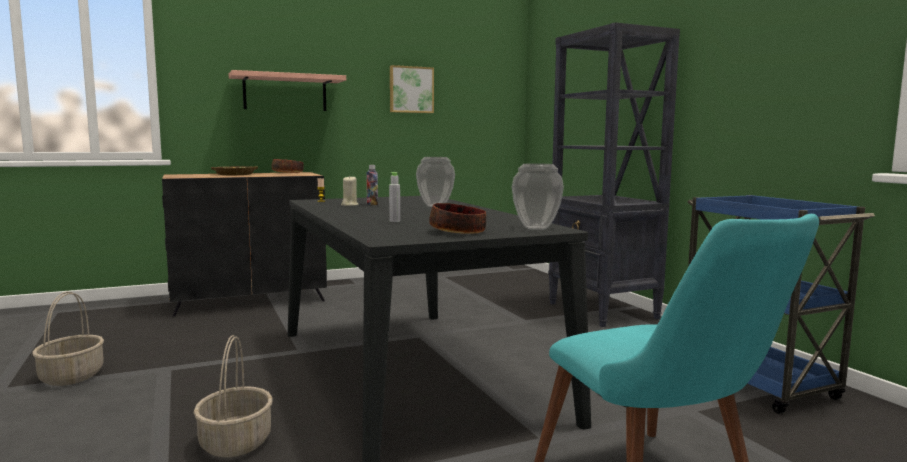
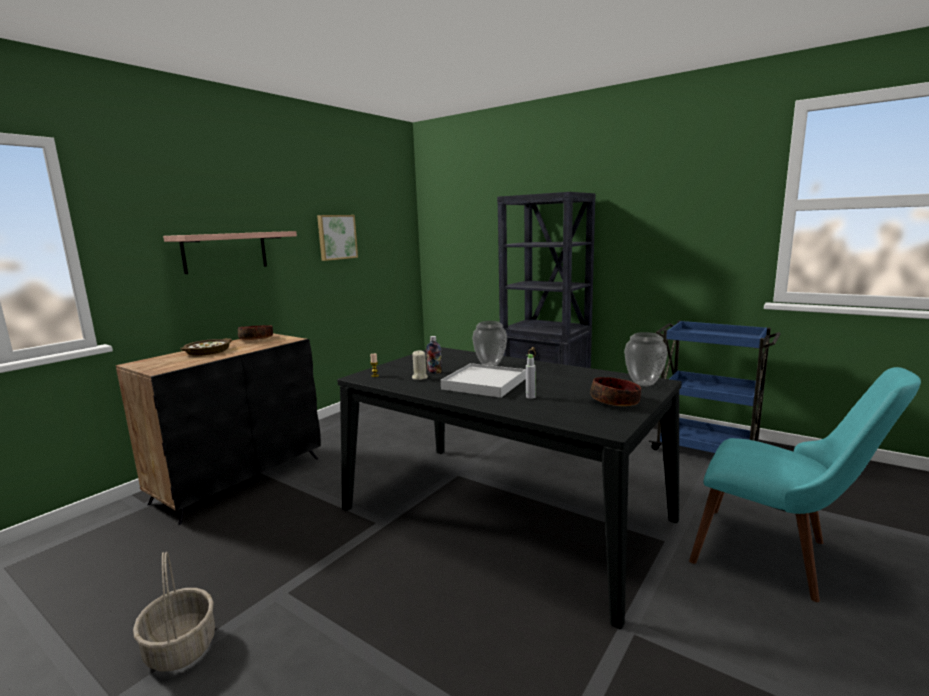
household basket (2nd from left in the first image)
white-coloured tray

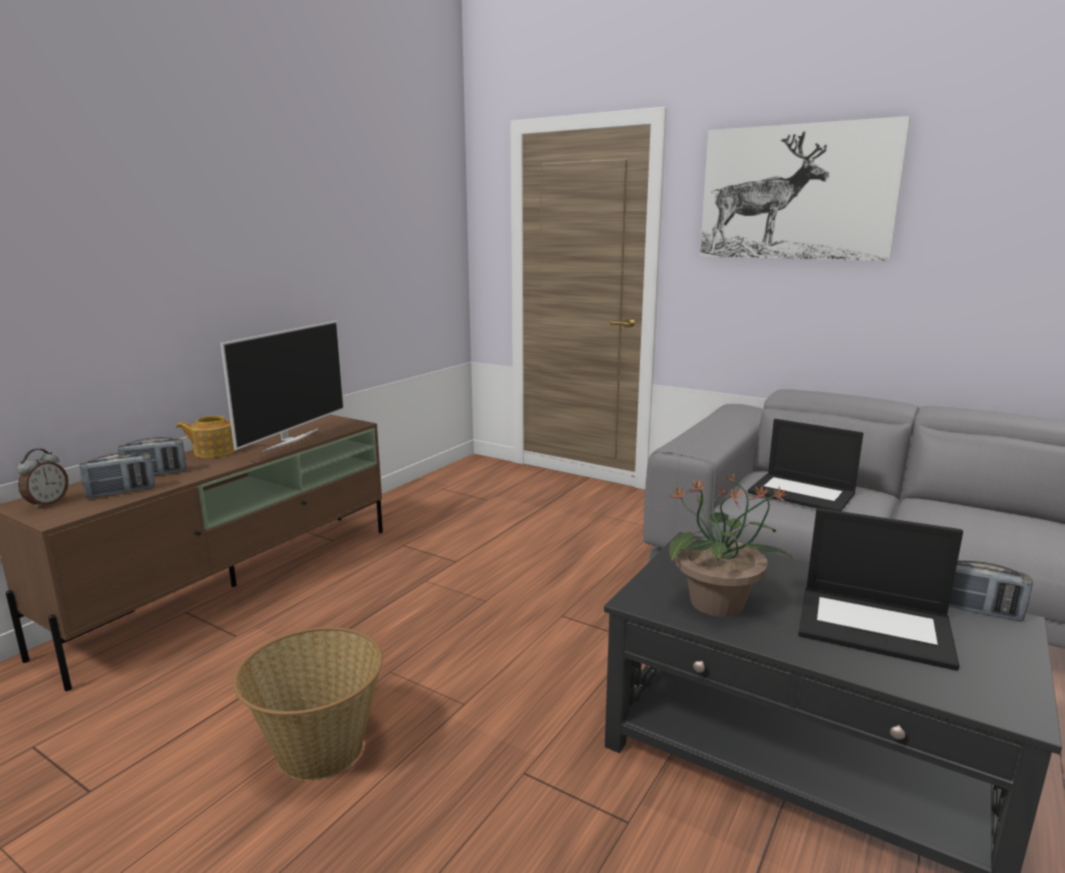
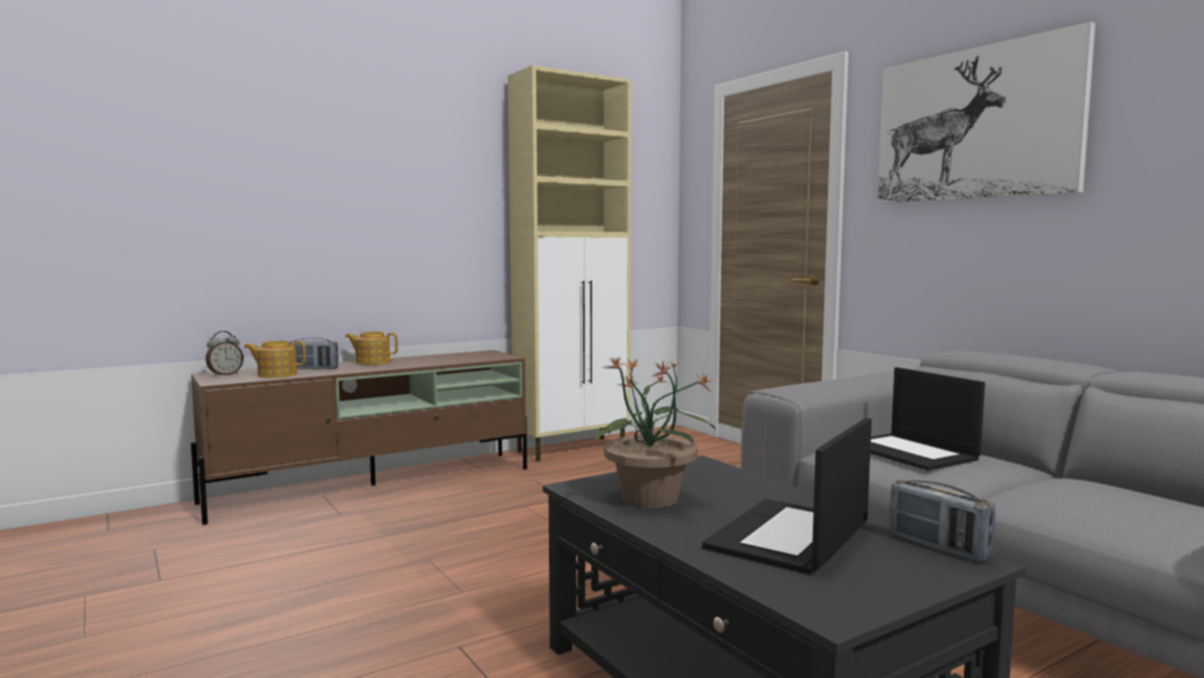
television
pot for tea (1st from left)
laptop (1st from left)
household basket
beige-coloured storage cabinet

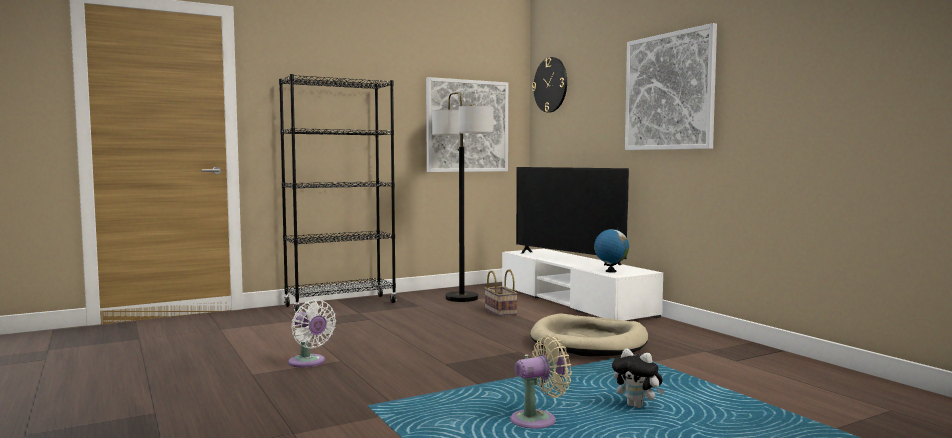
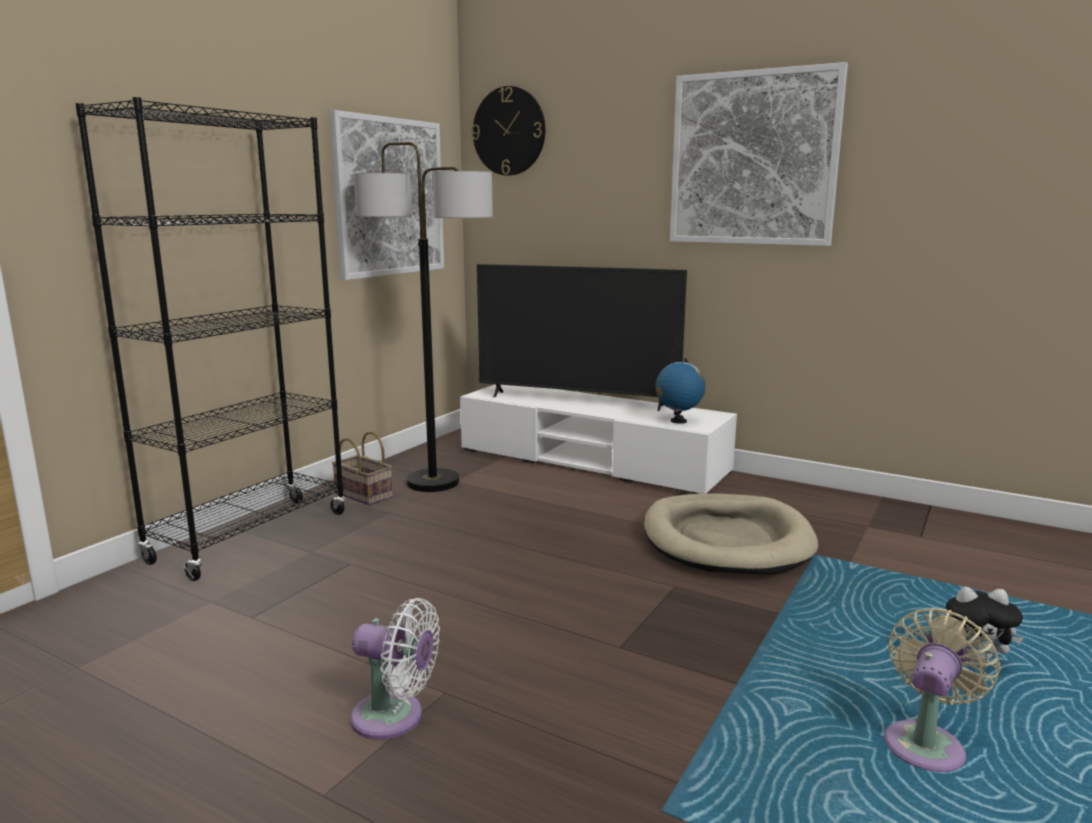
household basket

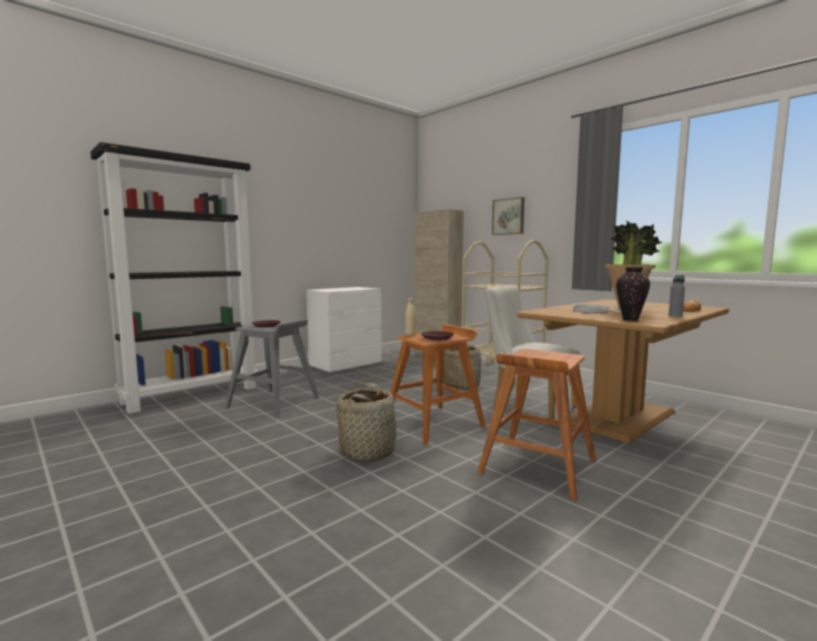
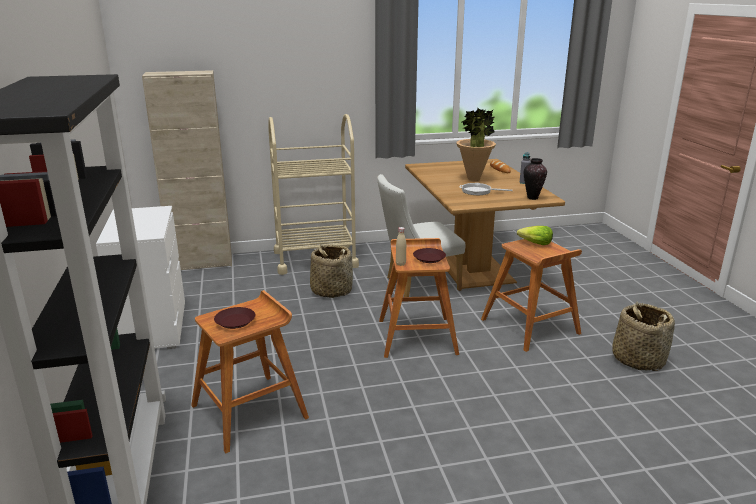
wall art
brown stool (1st from left)
household basket (2nd from left)
lettuce head

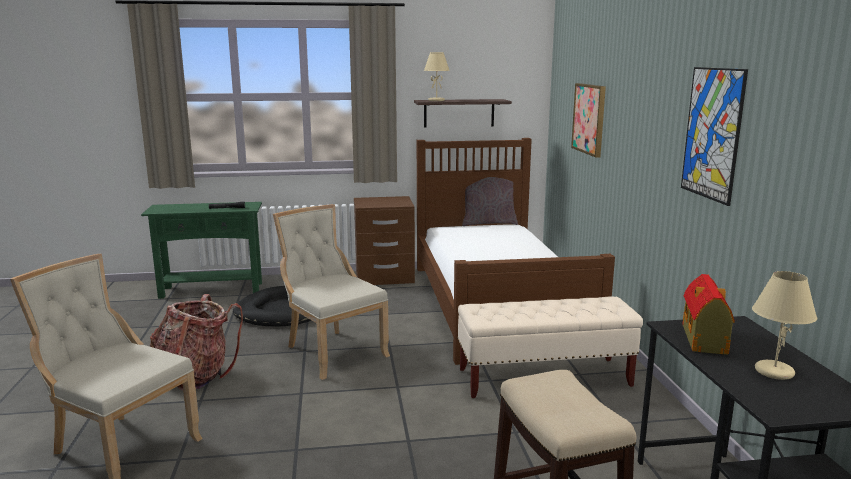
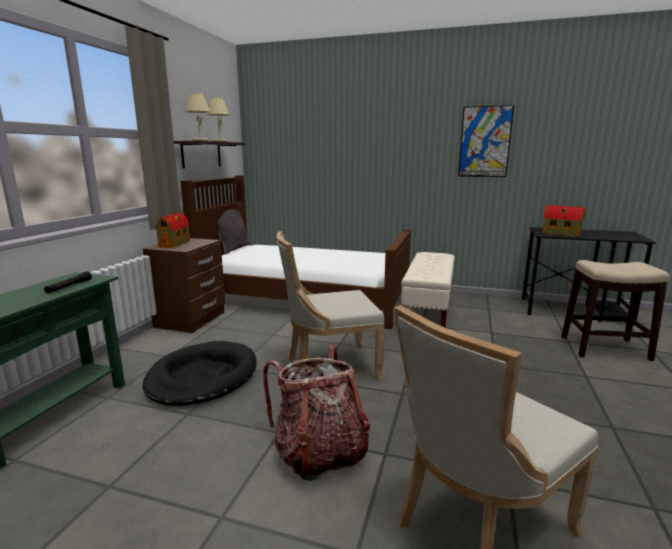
wall art (1st from left in the first image)
beige-coloured lamp for a table (2nd from left)
miniature house (1st from left)

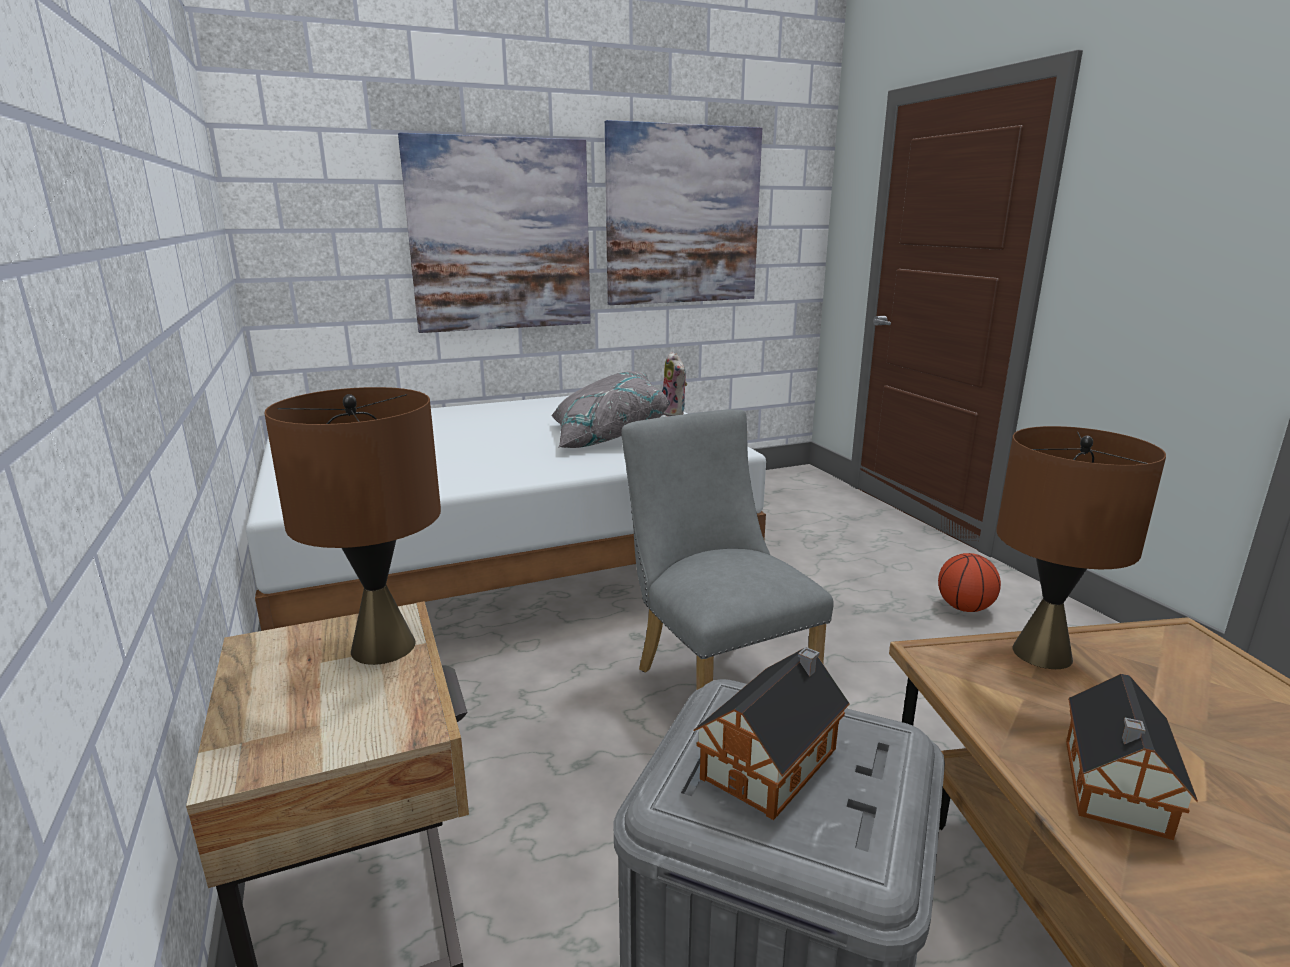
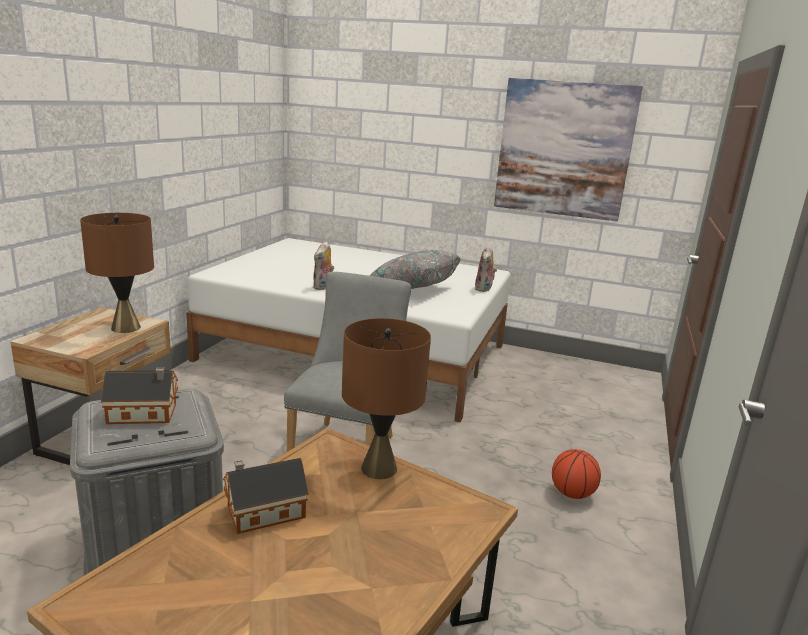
wall art (1st from left in the first image)
cuddly toy (1st from left)

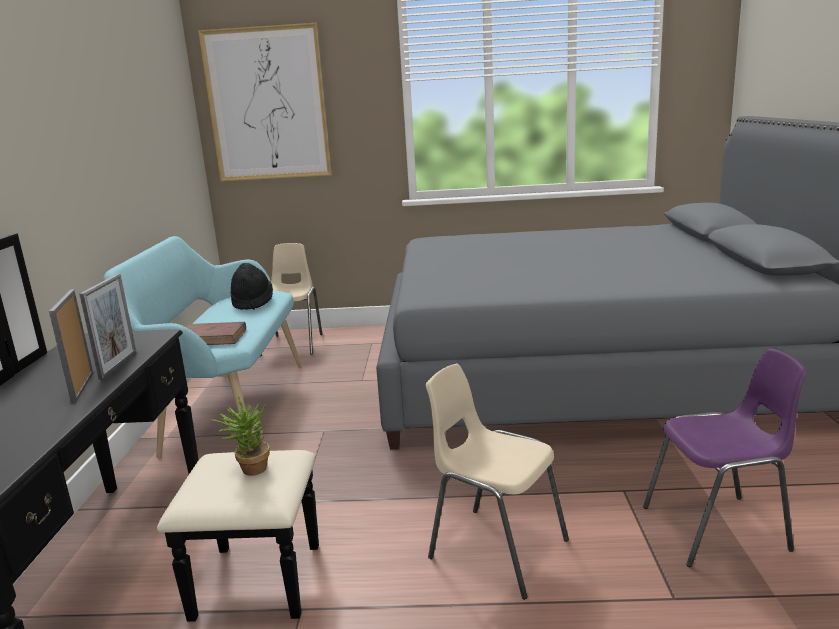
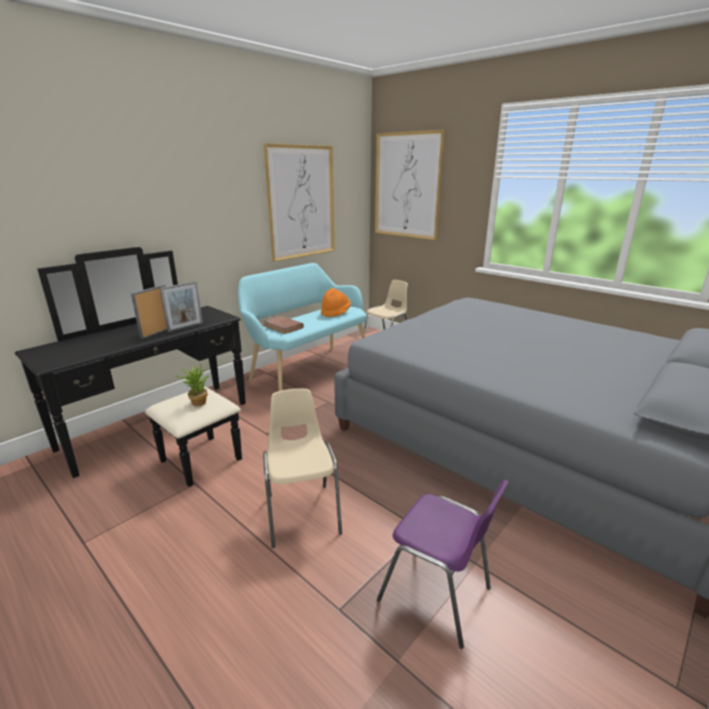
orange clothing hat
wall art (1st from left)

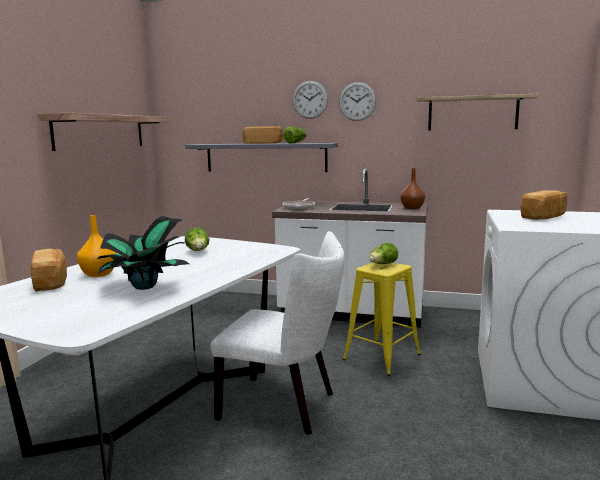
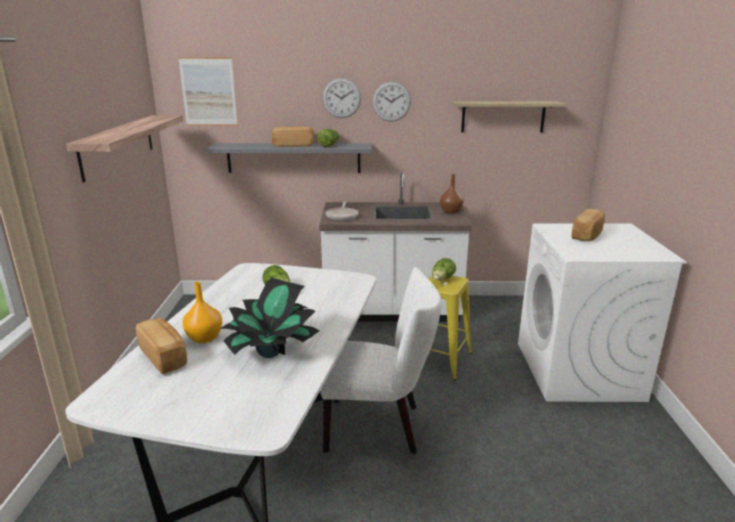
wall art

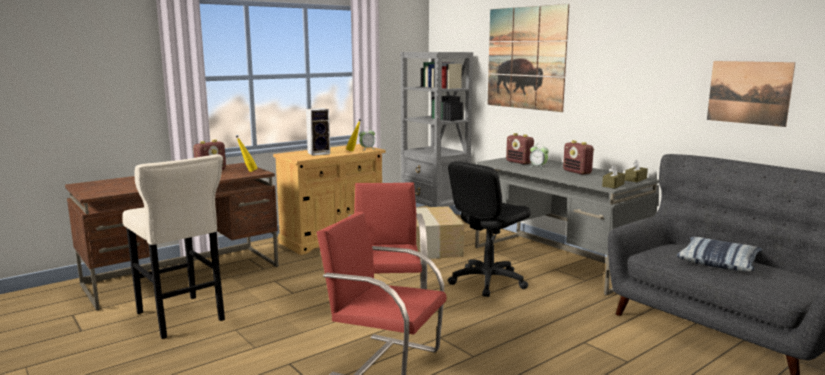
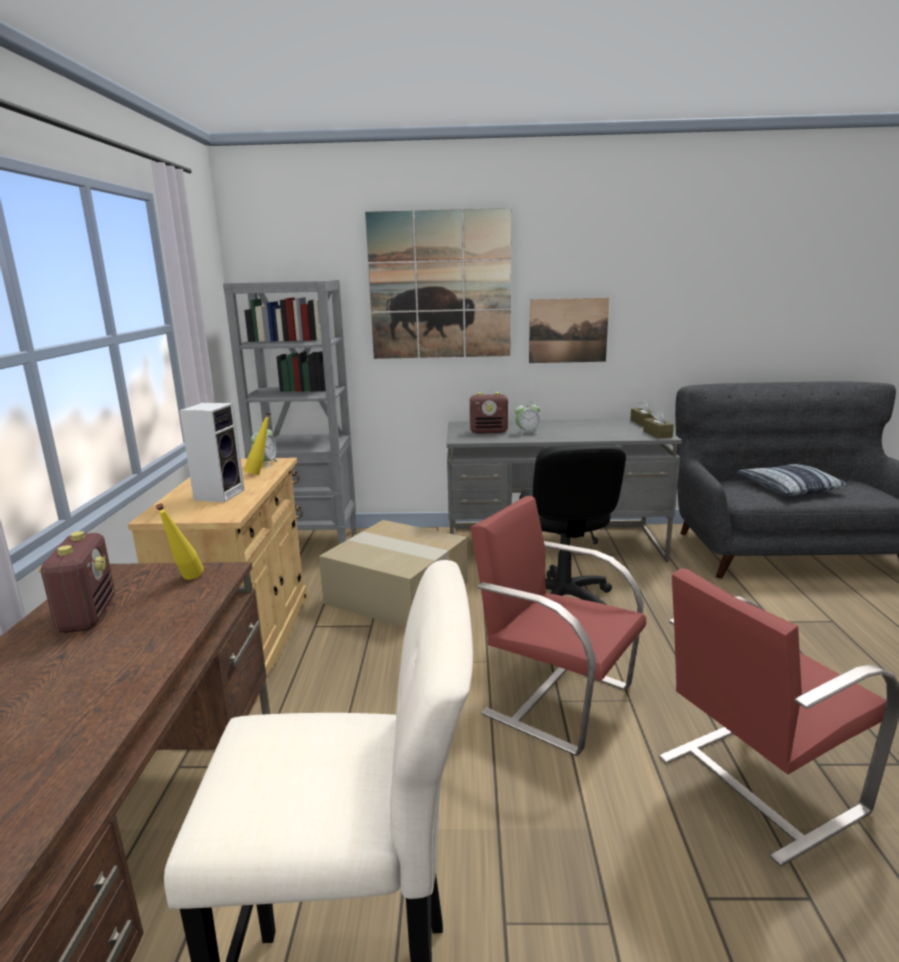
wall art (2nd from left)
radio receiver (3rd from left in the first image)

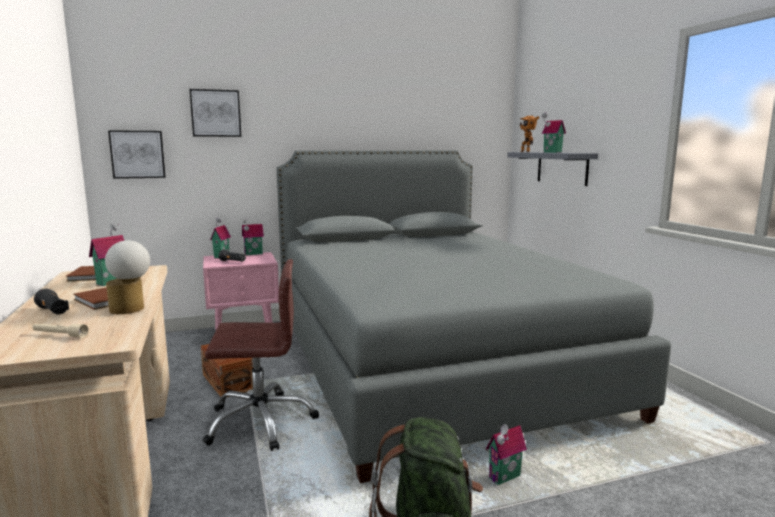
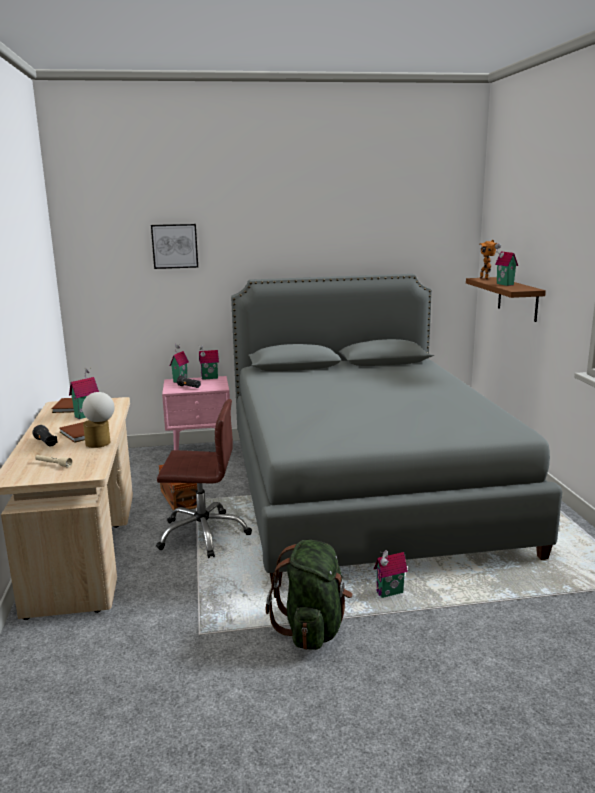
wall art (1st from left in the first image)
brown wall shelf

